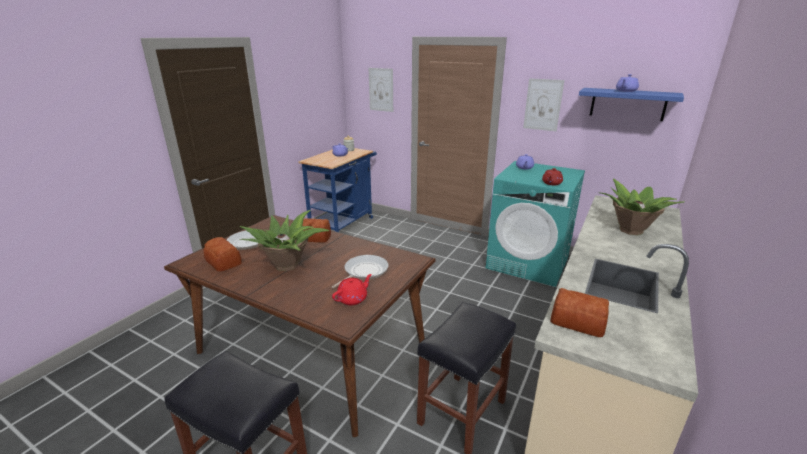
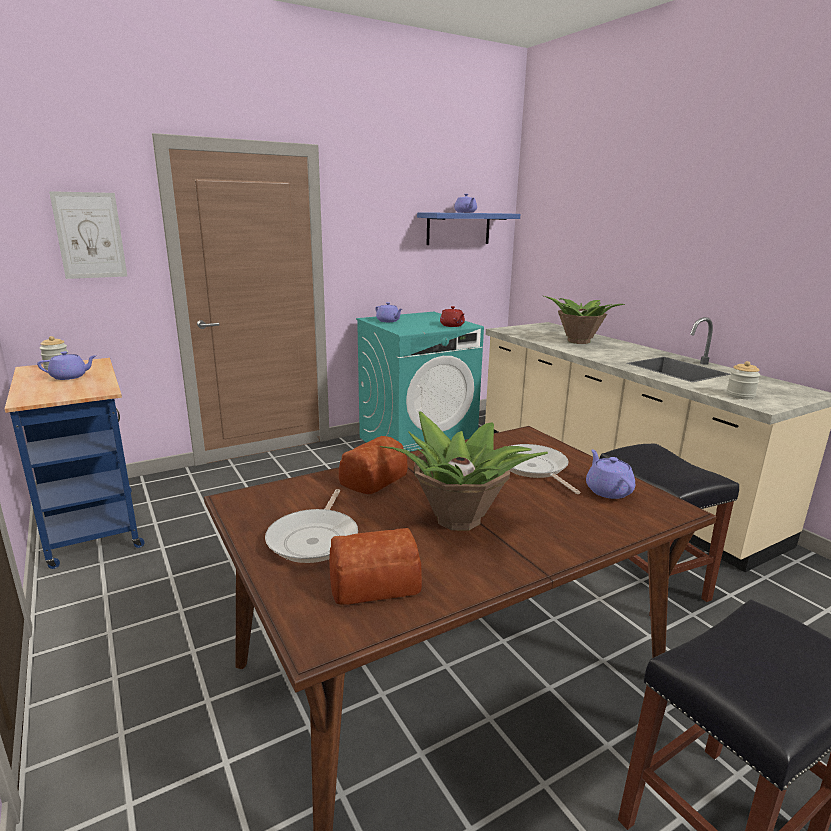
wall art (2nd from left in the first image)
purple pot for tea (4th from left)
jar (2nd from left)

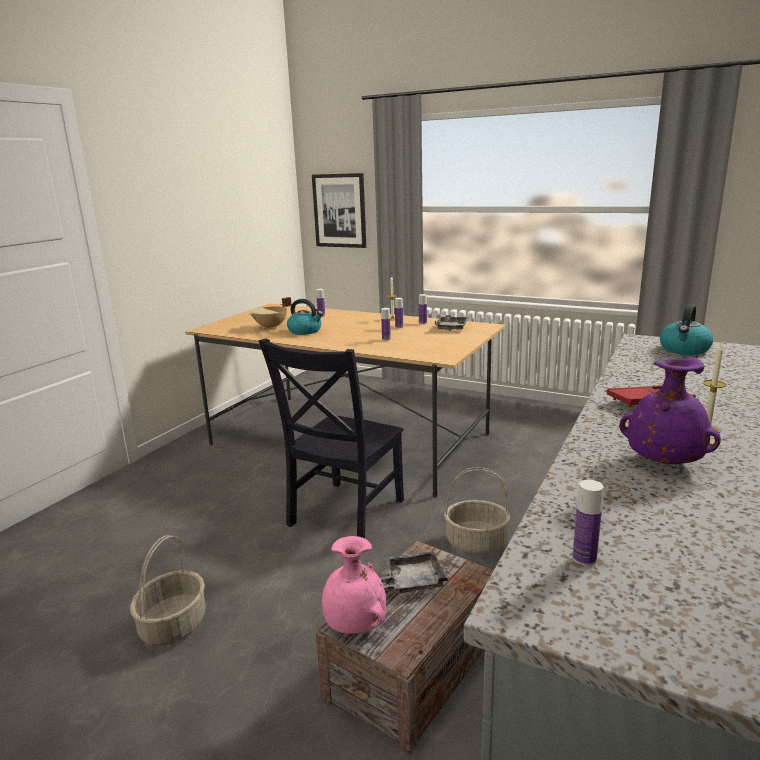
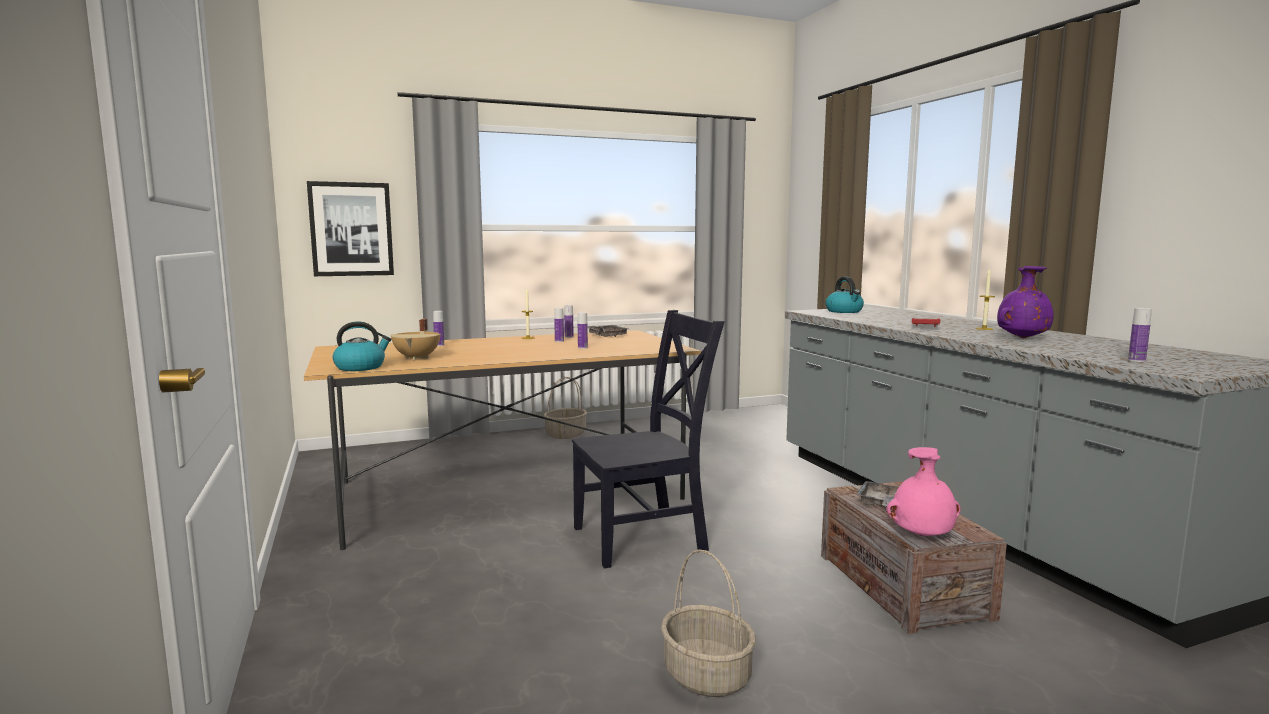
tea kettle (1st from left)
black upright chair
household basket (1st from left)

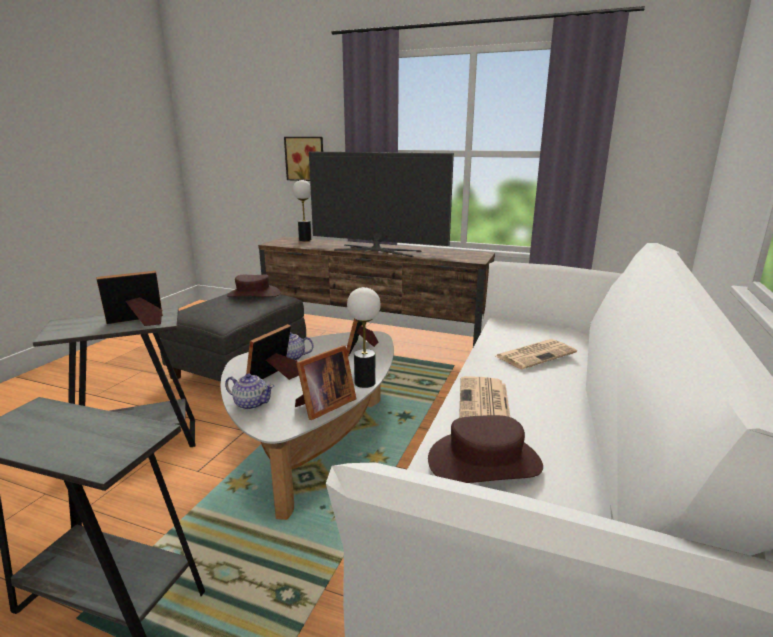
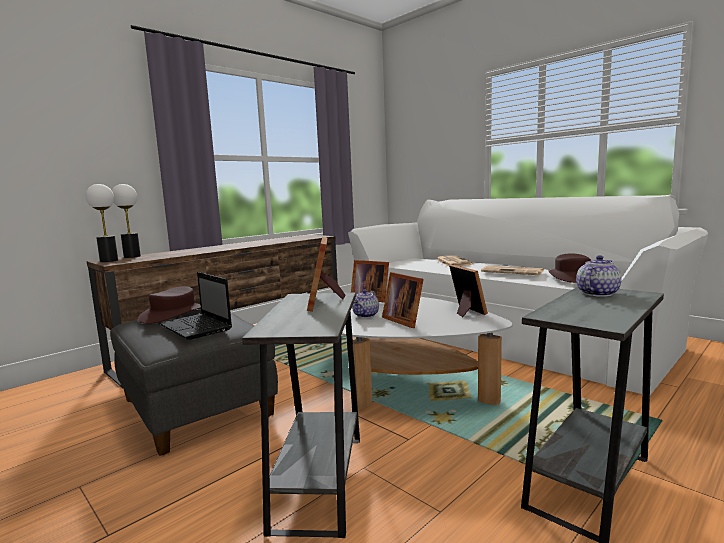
wall art
television
lamp for a table (1st from left)
pot for tea (2nd from left)
laptop

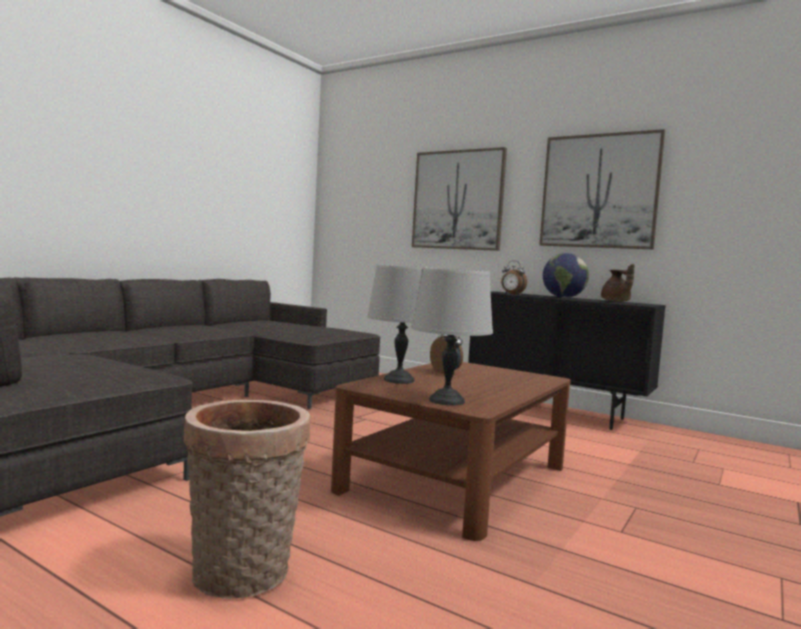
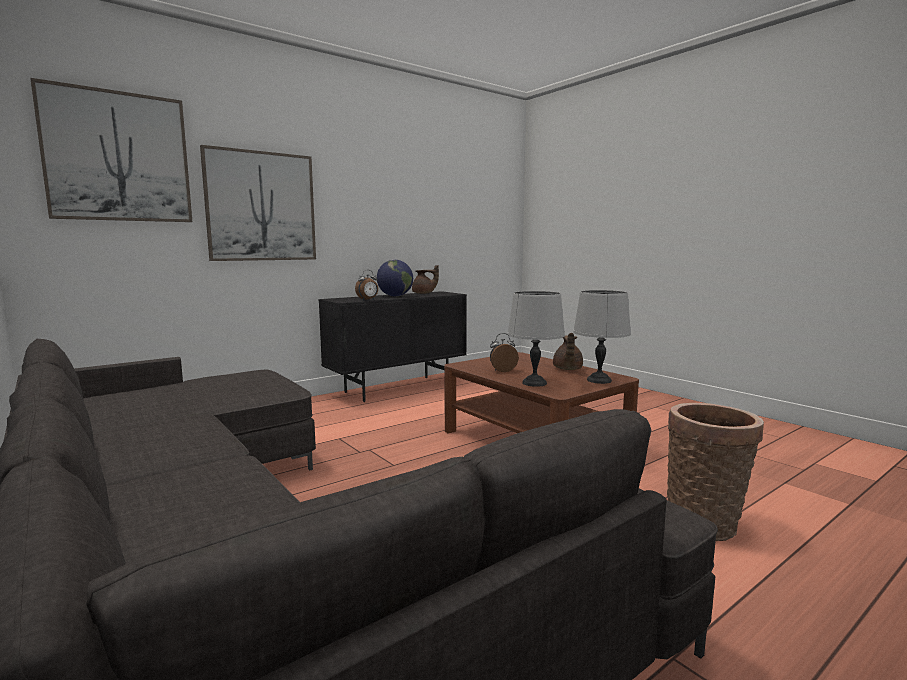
wall art (1st from left)
brown pot for tea (2nd from left)

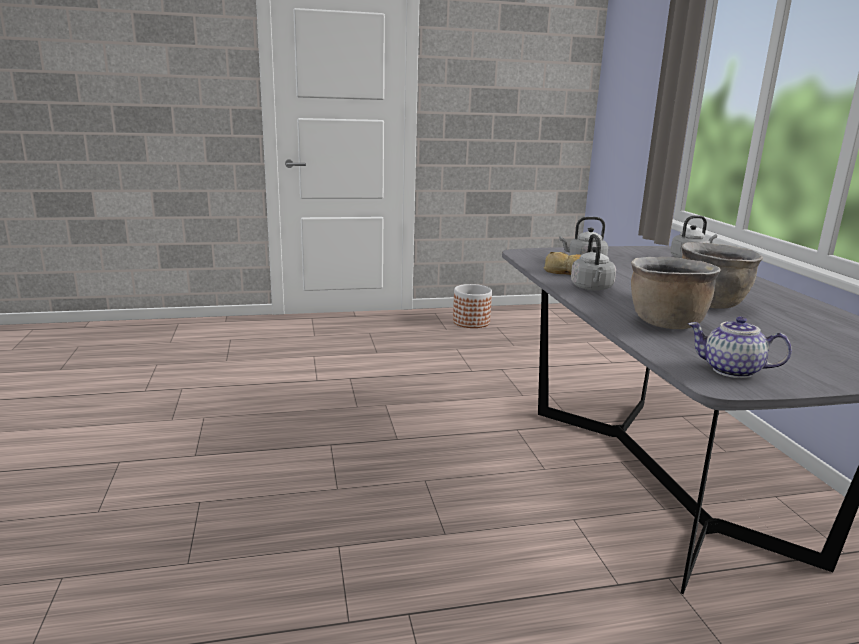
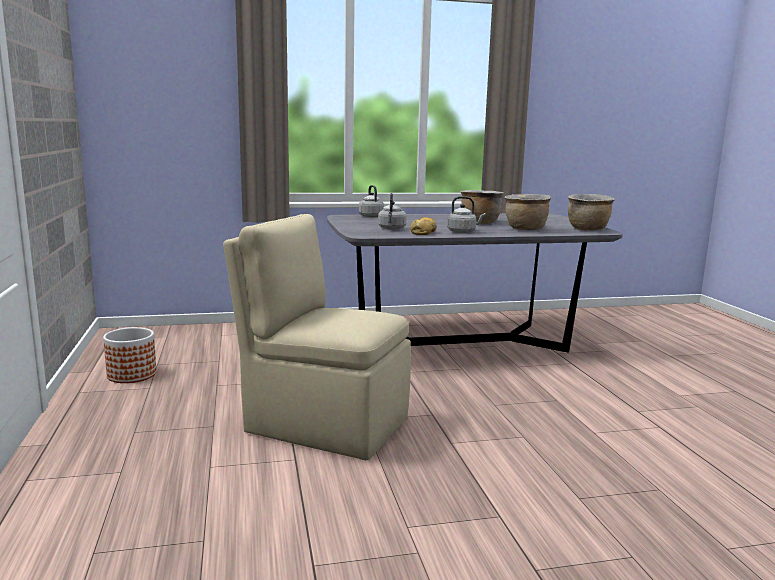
brown stockpot (3rd from left)
beige-coloured upright chair

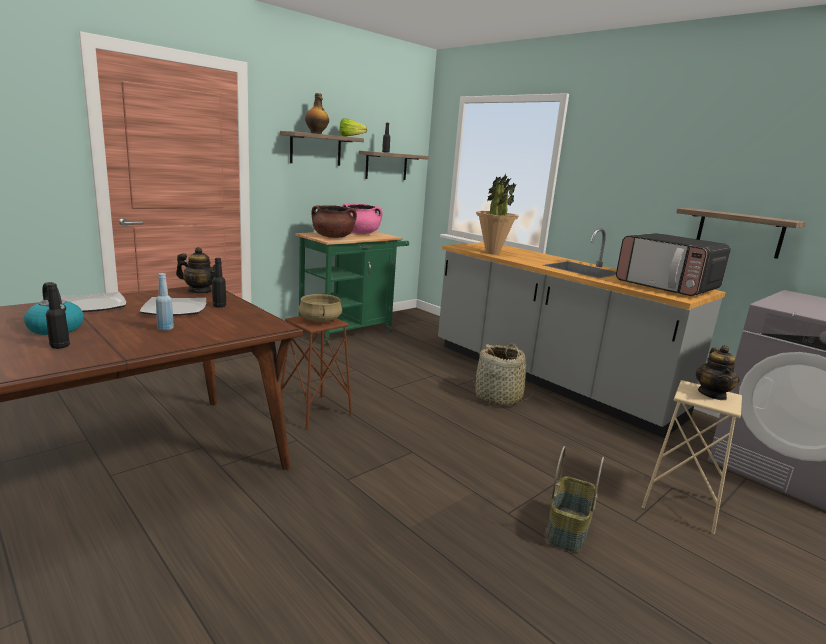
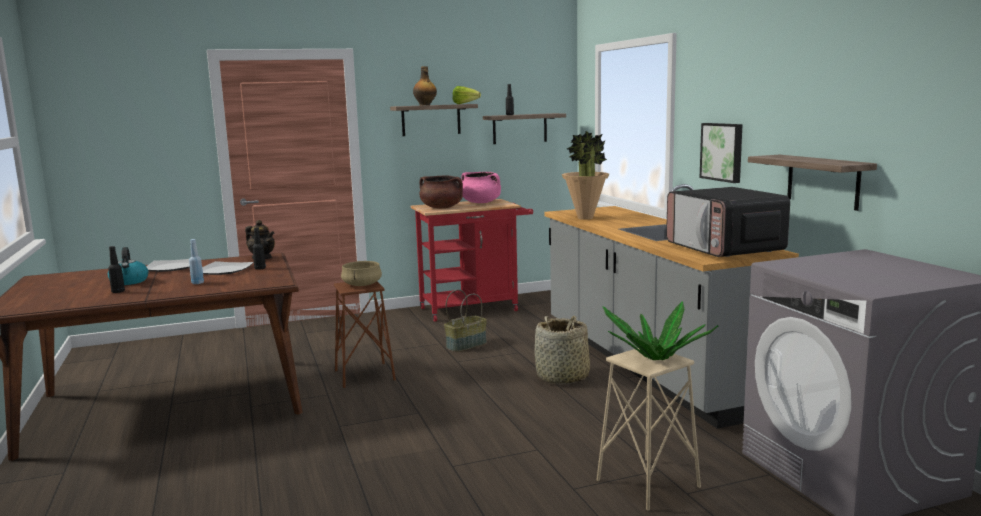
red-coloured cart
potted plant (2nd from left)
household basket (1st from left)
wall art

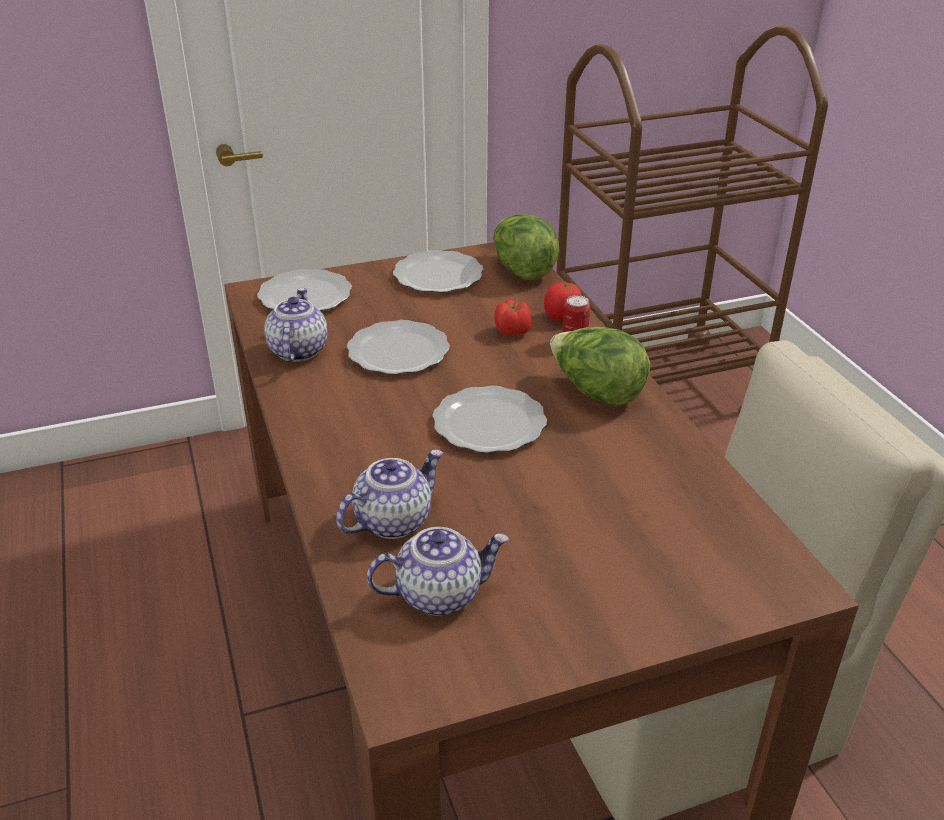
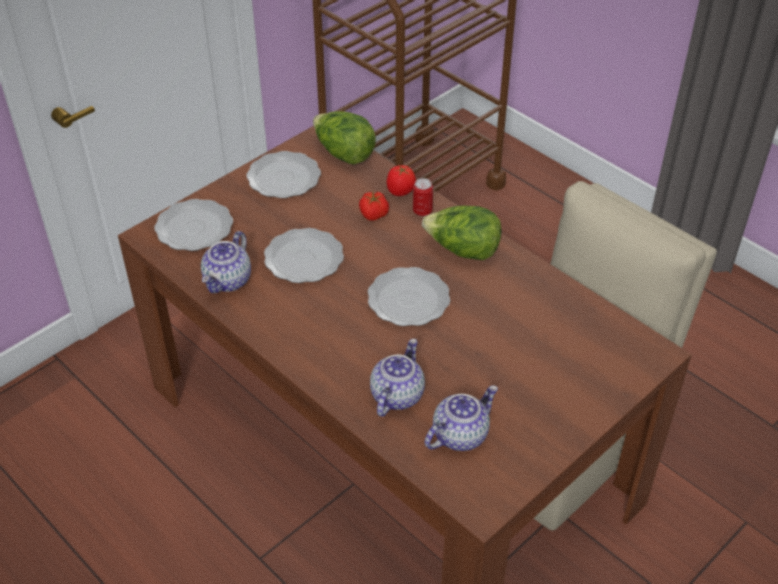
pot for tea (1st from left)

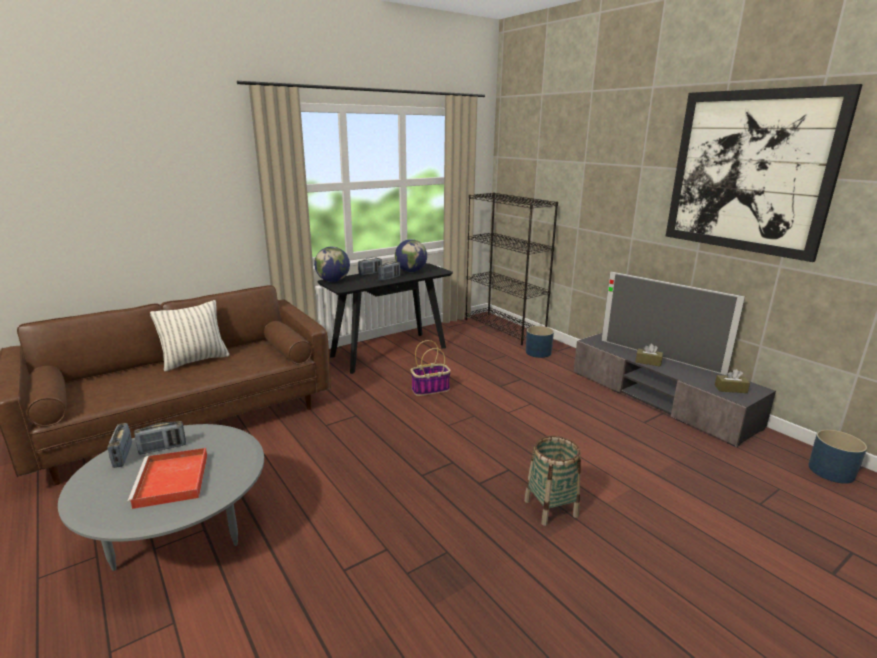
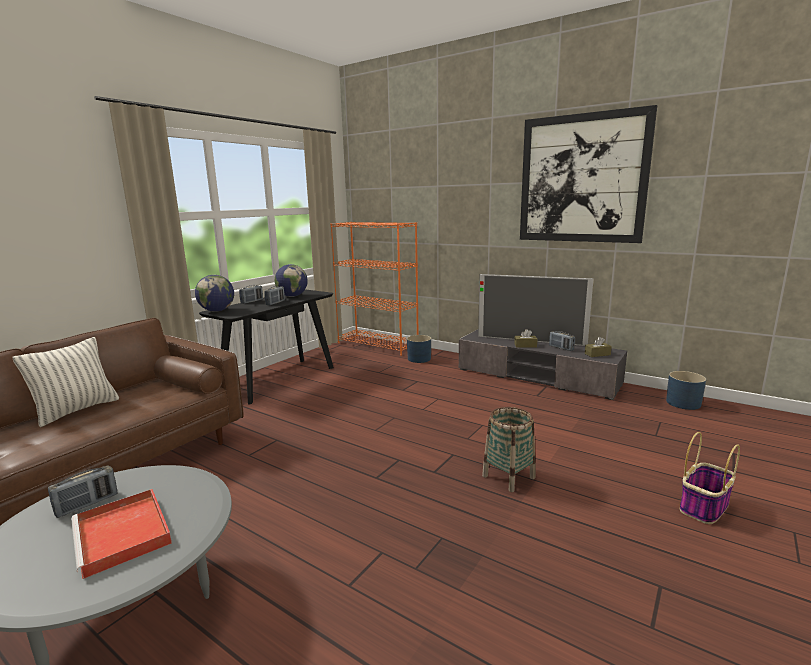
orange shelving unit
household basket (2nd from left)
radio receiver (4th from left)

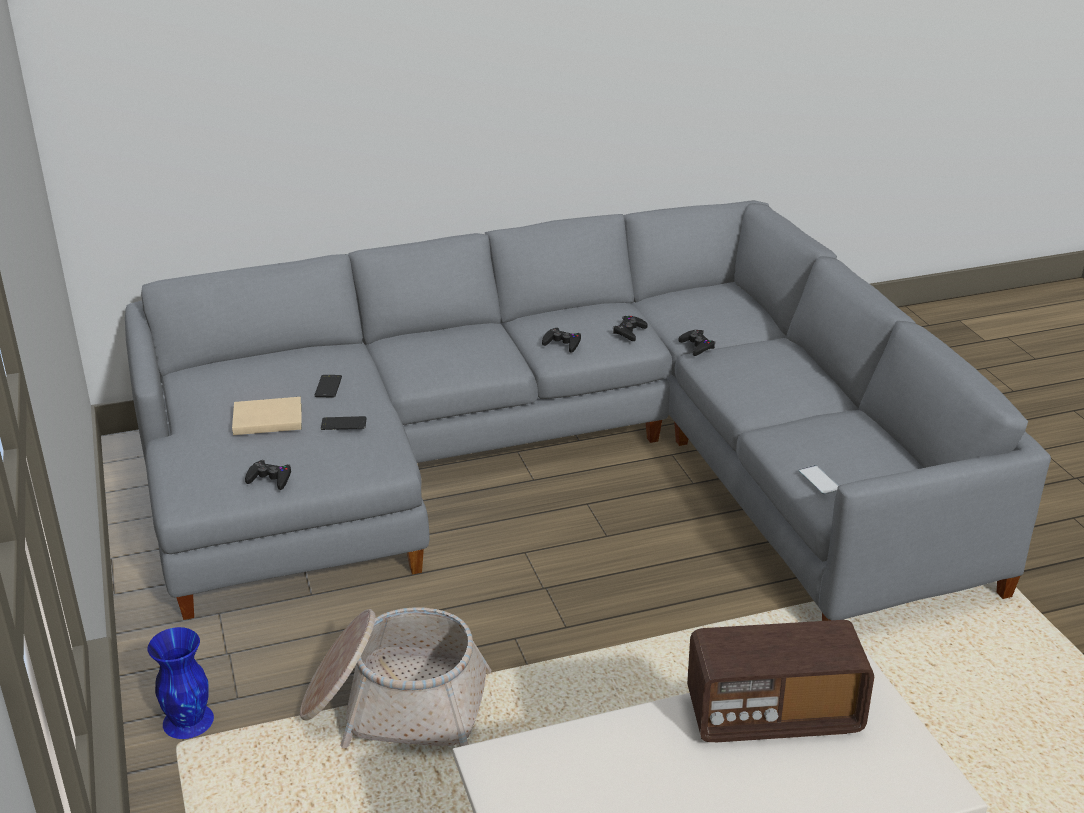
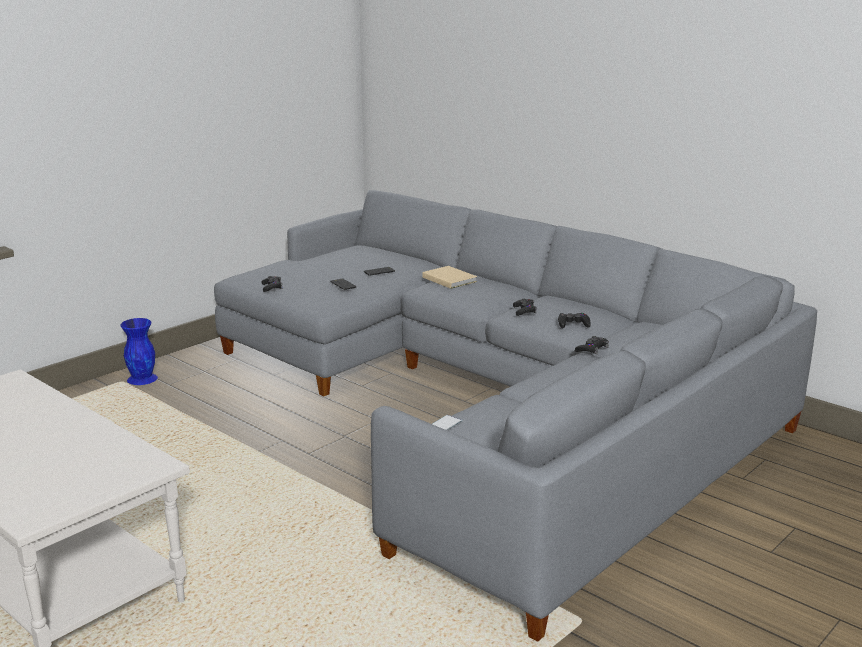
beige-coloured volume
household basket
radio receiver

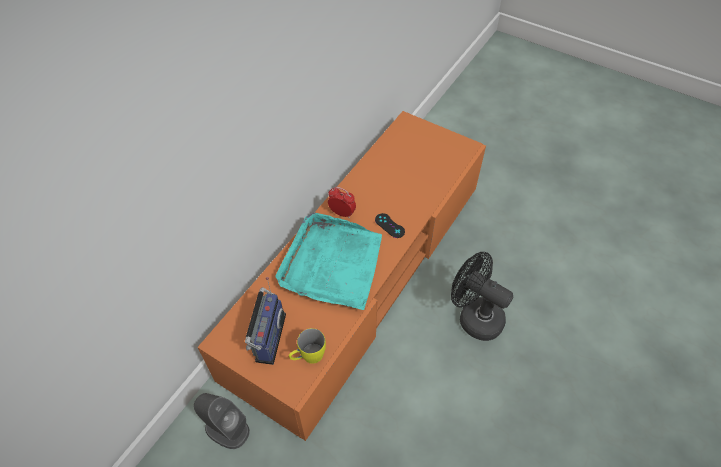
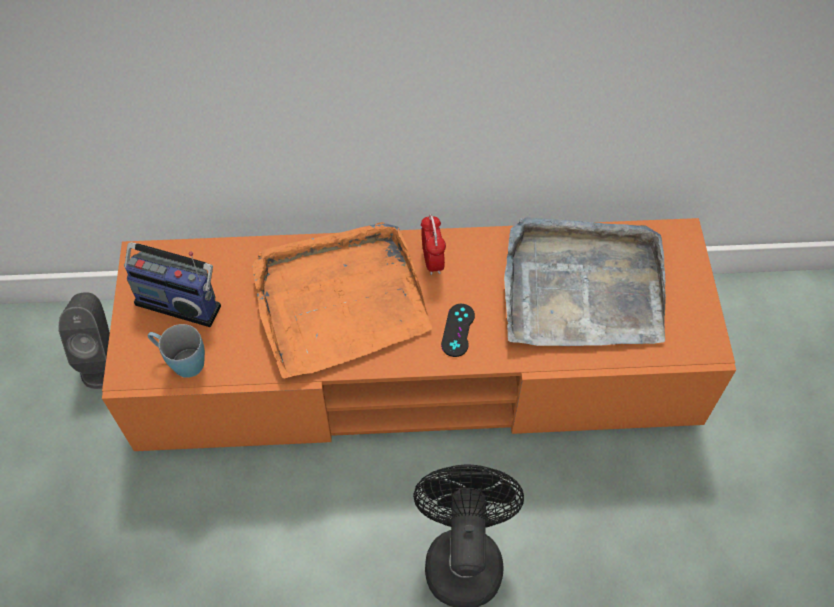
orange tray
radio receiver
bluish mug
gray tray

